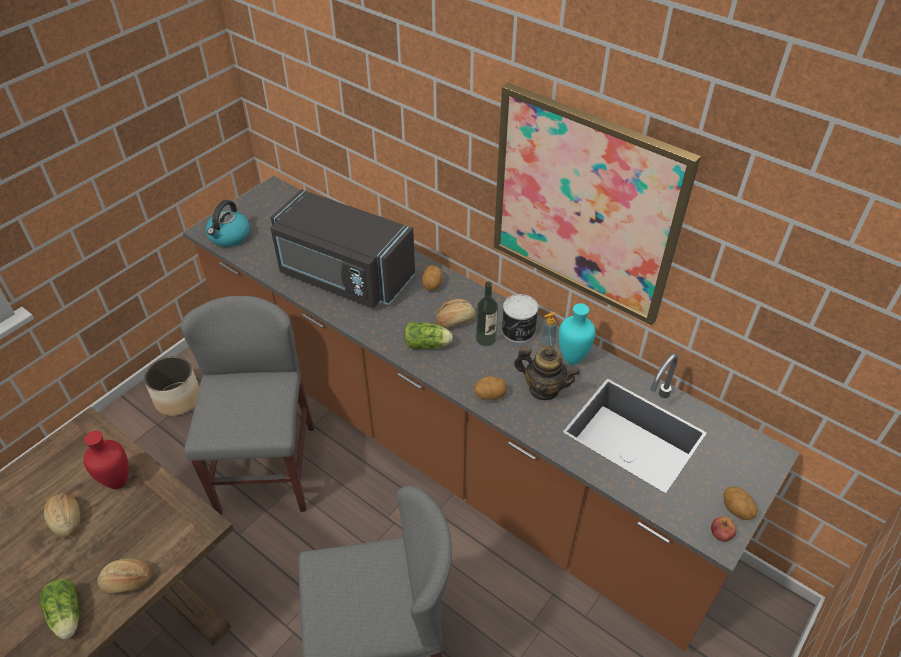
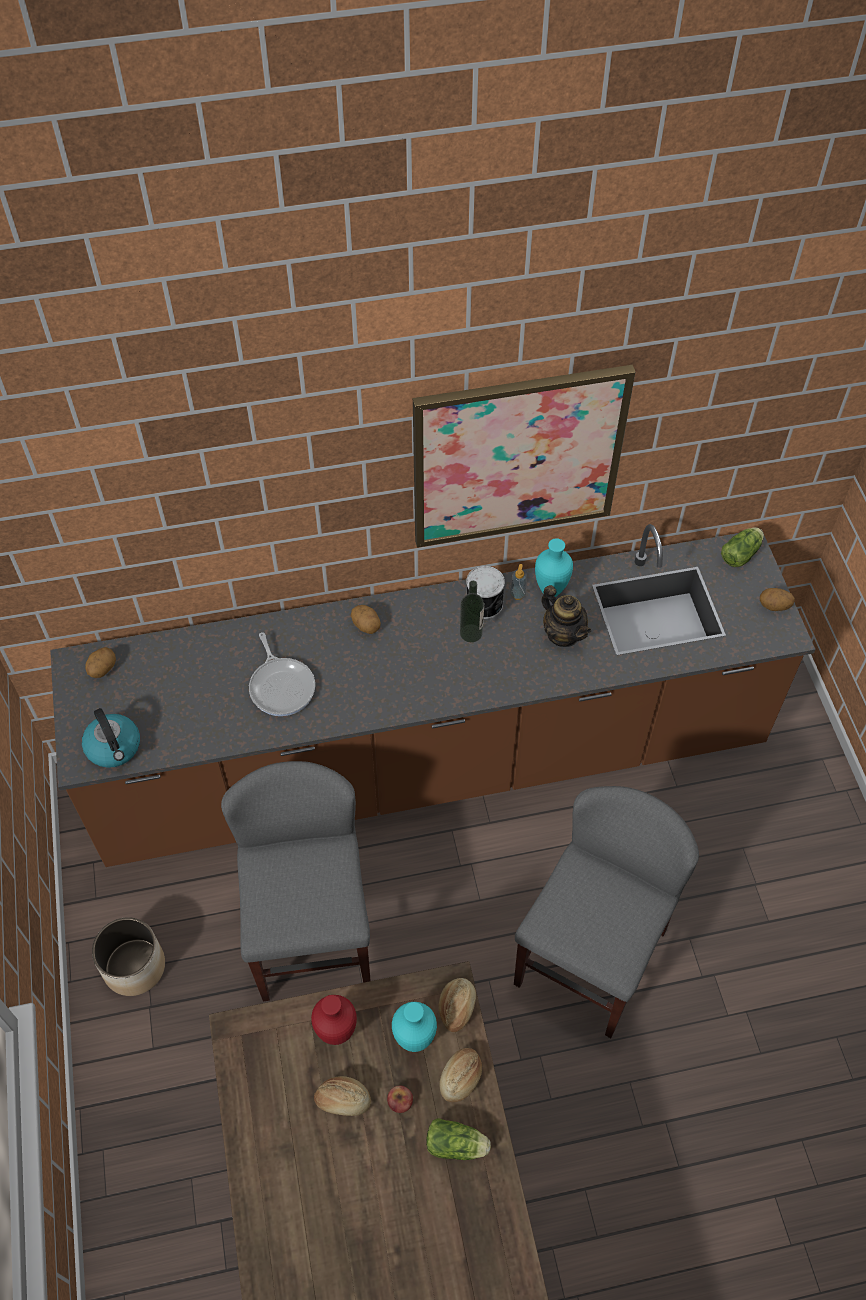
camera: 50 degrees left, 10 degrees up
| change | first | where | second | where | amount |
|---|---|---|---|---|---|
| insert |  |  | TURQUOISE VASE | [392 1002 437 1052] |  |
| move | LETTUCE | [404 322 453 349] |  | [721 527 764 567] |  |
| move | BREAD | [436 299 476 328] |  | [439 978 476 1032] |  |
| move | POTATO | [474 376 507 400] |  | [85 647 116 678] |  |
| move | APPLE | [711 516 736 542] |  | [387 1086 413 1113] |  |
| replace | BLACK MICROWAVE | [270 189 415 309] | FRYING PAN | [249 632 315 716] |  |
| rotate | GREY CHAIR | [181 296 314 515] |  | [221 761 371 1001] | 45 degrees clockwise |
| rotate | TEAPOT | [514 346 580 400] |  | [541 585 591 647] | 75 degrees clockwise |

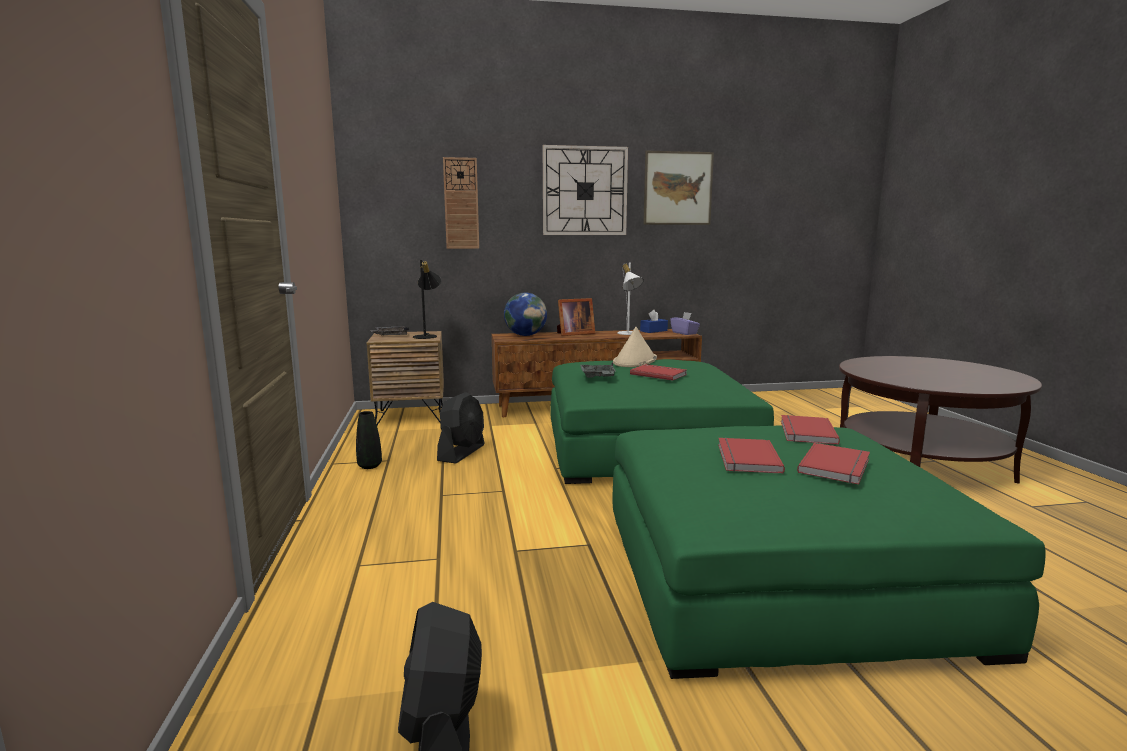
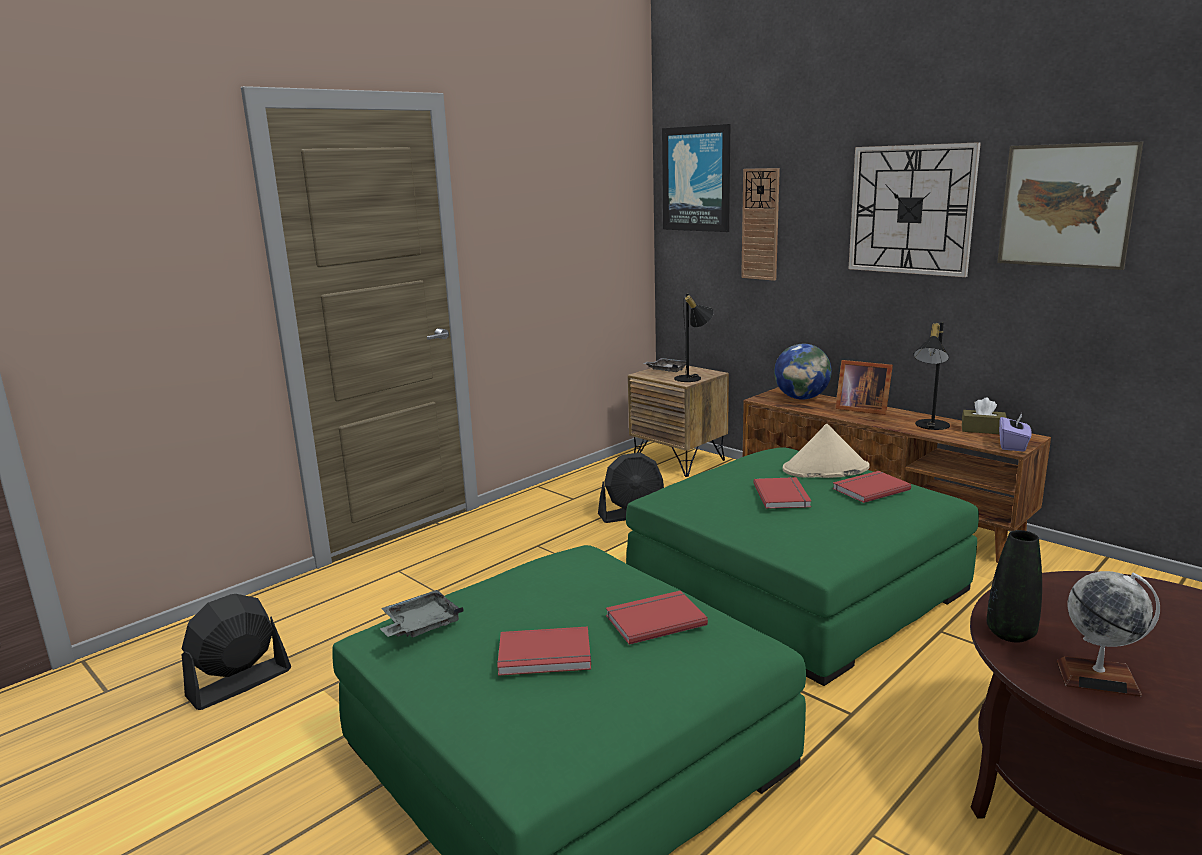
camera: 55 degrees right, 5 degrees up
| change | first | where | second | where | amount |
|---|---|---|---|---|---|
| insert |  |  | PICTURE | [662 124 730 232] |  |
| insert |  |  | GLOBE | [1057 571 1160 697] |  |
| move | BLACK VASE | [356 411 382 469] |  | [987 530 1042 642] |  |
| move | GREY TRAY | [580 362 616 378] |  | [380 590 464 637] |  |
| move | RED BOOK | [718 438 785 474] |  | [832 471 911 503] |  |
| recolor | WHITE TABLE LAMP | [617 262 644 335] | BLACK TABLE LAMP | [913 322 950 430] |  |
| recolor | BLUE TISSUE BOX | [640 310 668 333] | BROWN TISSUE BOX | [962 397 1007 434] |  |

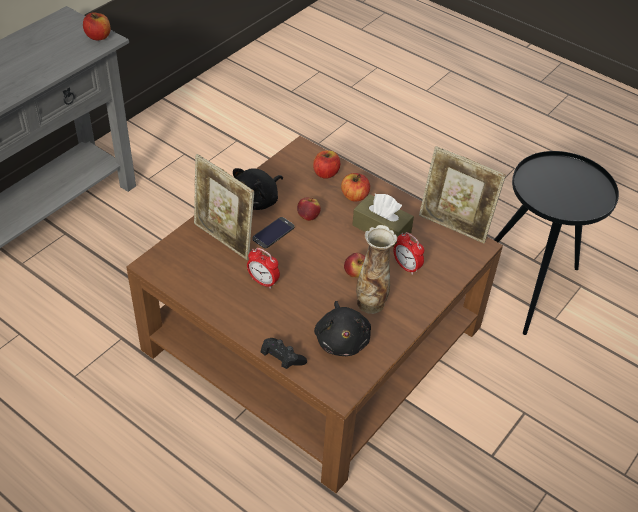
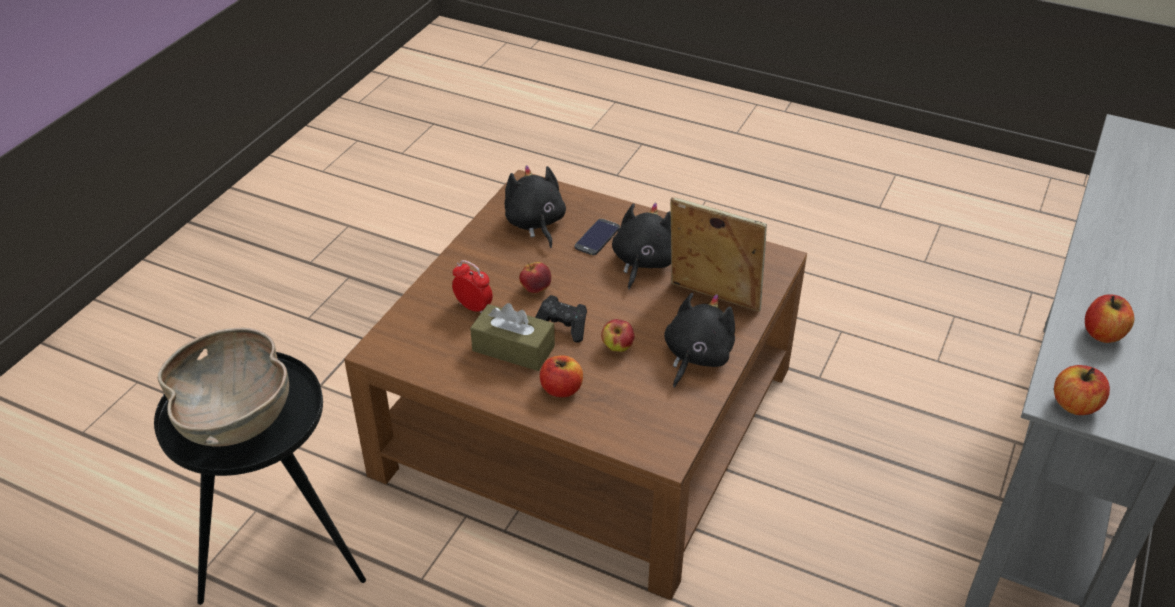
camera: 170 degrees right, 5 degrees down
| change | first | where | second | where | amount |
|---|---|---|---|---|---|
| delete | VASE | [356 225 397 314] |  |  |  |
| delete | PICTURE FRAME | [419 146 506 243] |  |  |  |
| insert |  |  | BROWN BOWL | [158 328 289 447] |  |
| move | PHONE | [252 217 295 248] |  | [575 219 620 255] |  |
| move | BLACK GAME CONTROLLER | [261 338 307 369] |  | [535 295 587 343] |  |
| move | APPLE | [313 150 340 179] |  | [1085 294 1134 343] |  |
| replace | ALARM CLOCK | [247 248 280 289] | BLACK PLUSH TOY | [612 203 671 290] |  |

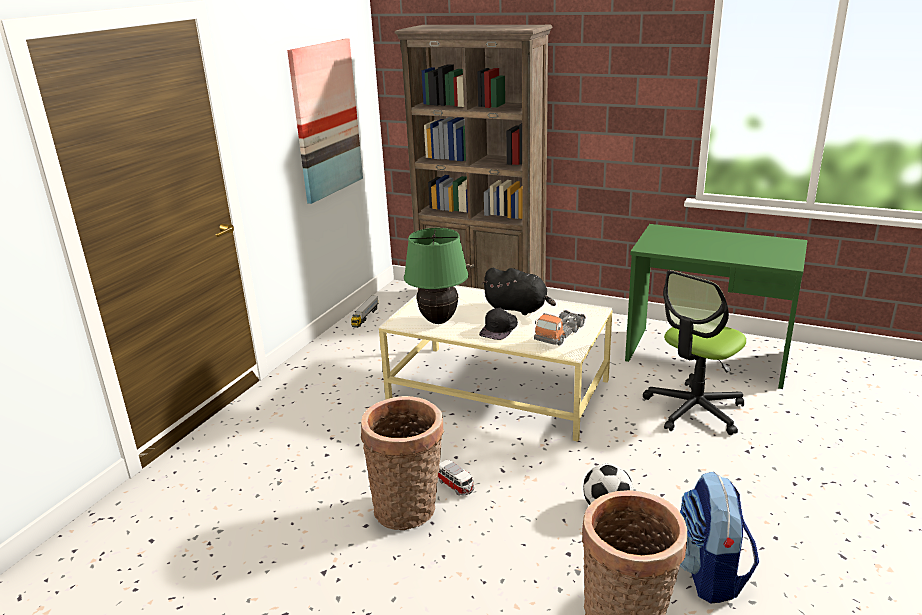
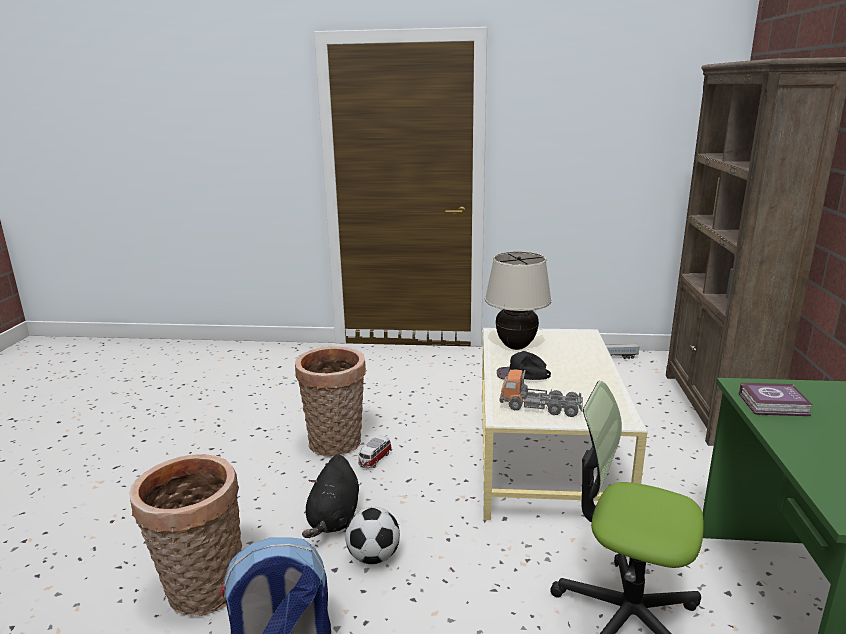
camera: 70 degrees right, 5 degrees down
| change | first | where | second | where | amount |
|---|---|---|---|---|---|
| delete | PICTURE | [287 39 363 204] |  |  |  |
| insert |  |  | BOOK | [739 383 813 416] |  |
| move | BLACK PLUSH TOY | [482 268 556 315] |  | [302 454 359 538] |  |
| recolor | GREEN TABLE LAMP | [404 228 469 324] | BEIGE TABLE LAMP | [485 252 552 350] |  |

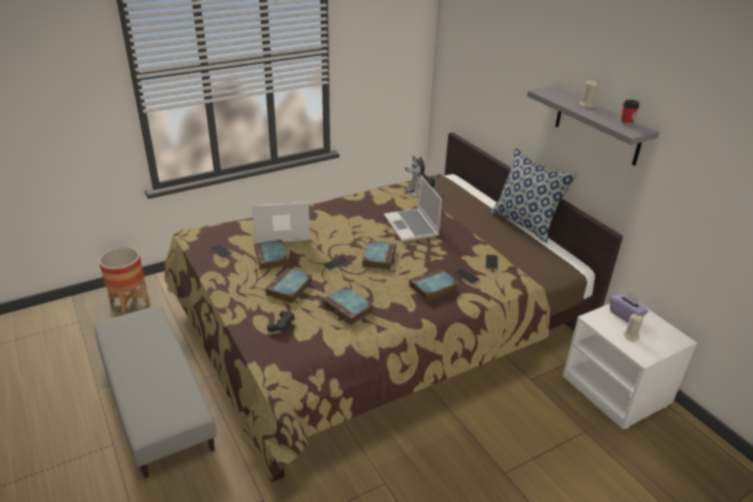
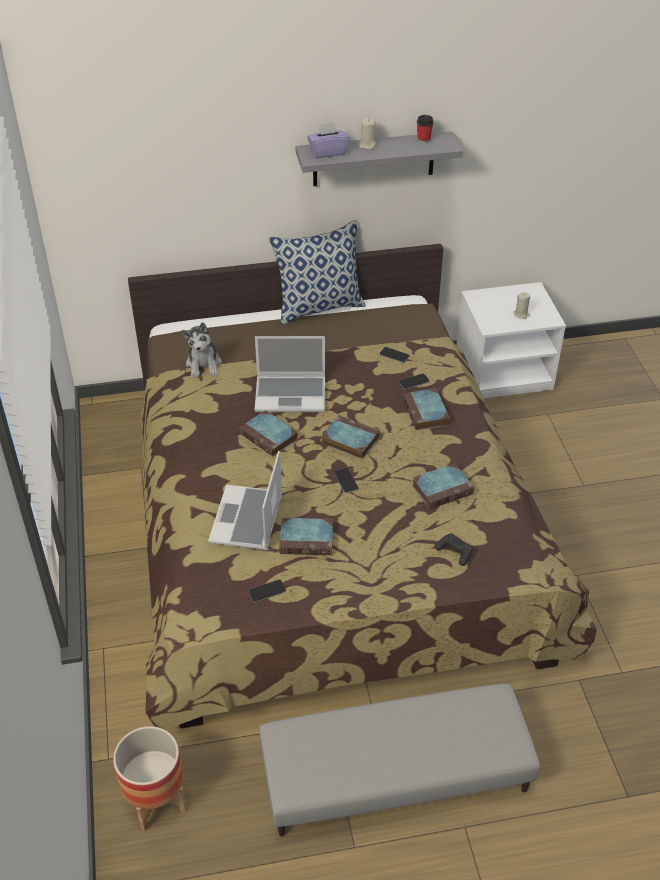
camera: 70 degrees left, 10 degrees up
| change | first | where | second | where | amount |
|---|---|---|---|---|---|
| move | BOOK | [265 268 312 303] |  | [240 410 298 457] |  |
| move | PURPLE TISSUE BOX | [610 291 648 323] |  | [307 123 350 158] |  |

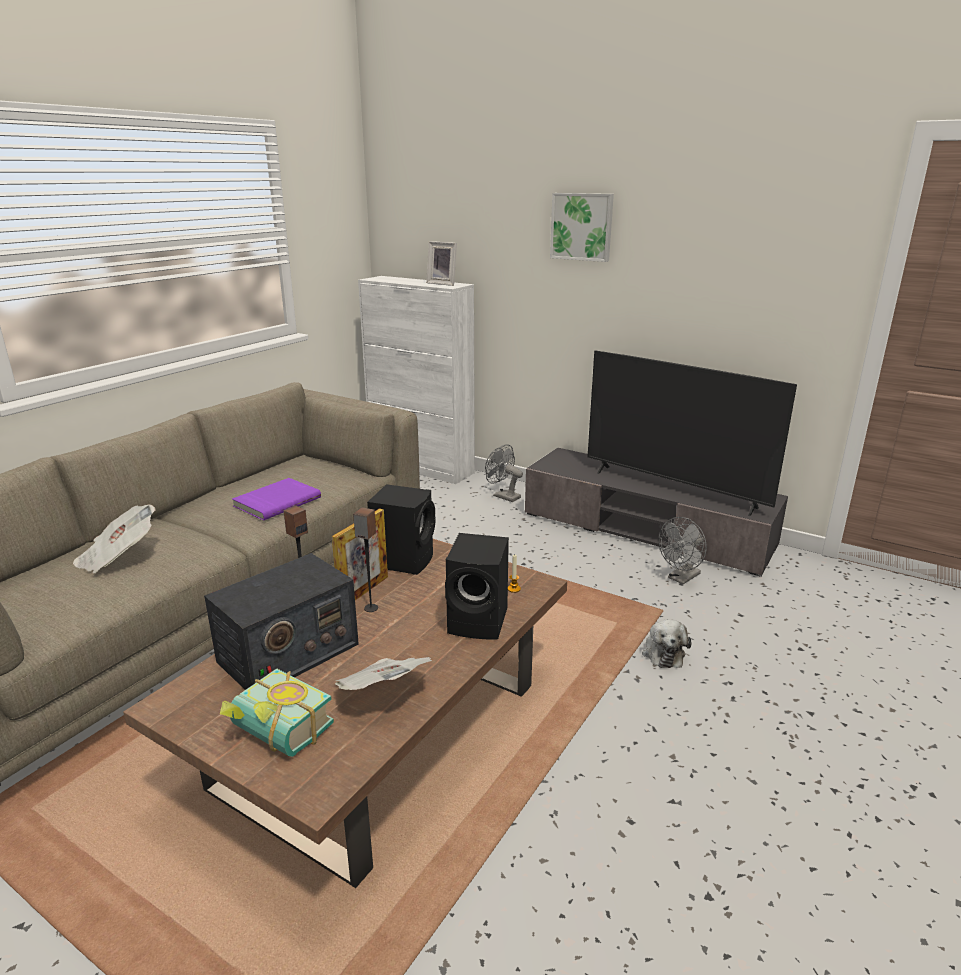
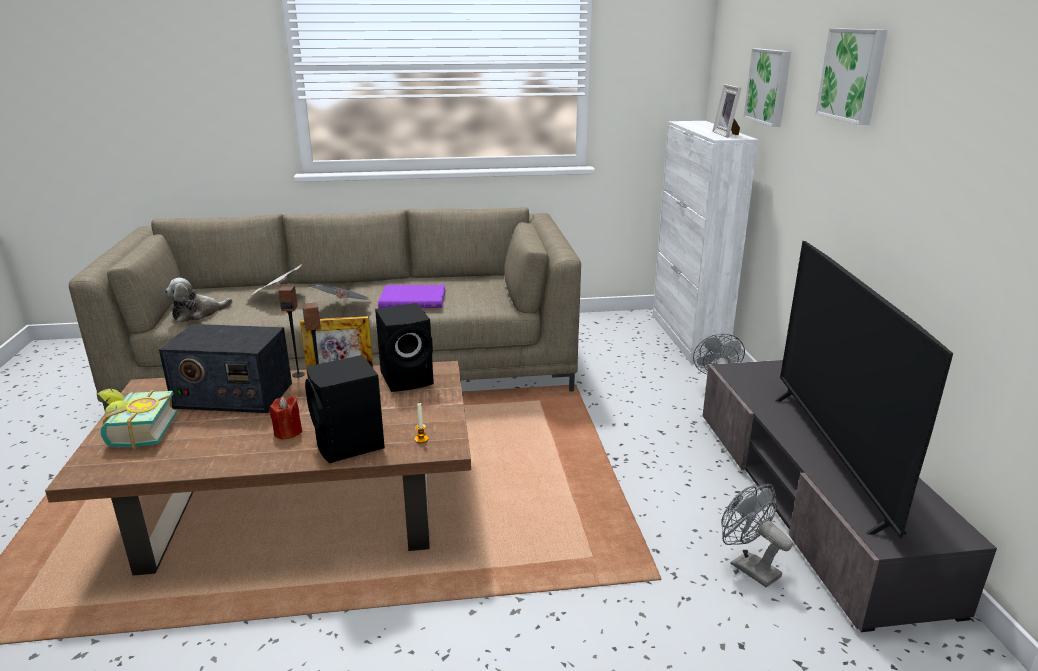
camera: 50 degrees right, 0 degrees up
| change | first | where | second | where | amount |
|---|---|---|---|---|---|
| insert |  |  | RED CANDLE | [269 396 302 440] |  |
| insert |  |  | PICTURE | [743 49 791 127] |  |
| move | NEWSPAPER | [335 657 432 690] |  | [307 285 370 300] |  |
| move | PLUSH TOY | [642 619 691 668] |  | [164 278 233 323] |  |
| rotate | GREY FAN | [659 517 707 584] |  | [721 484 793 587] | 45 degrees clockwise |

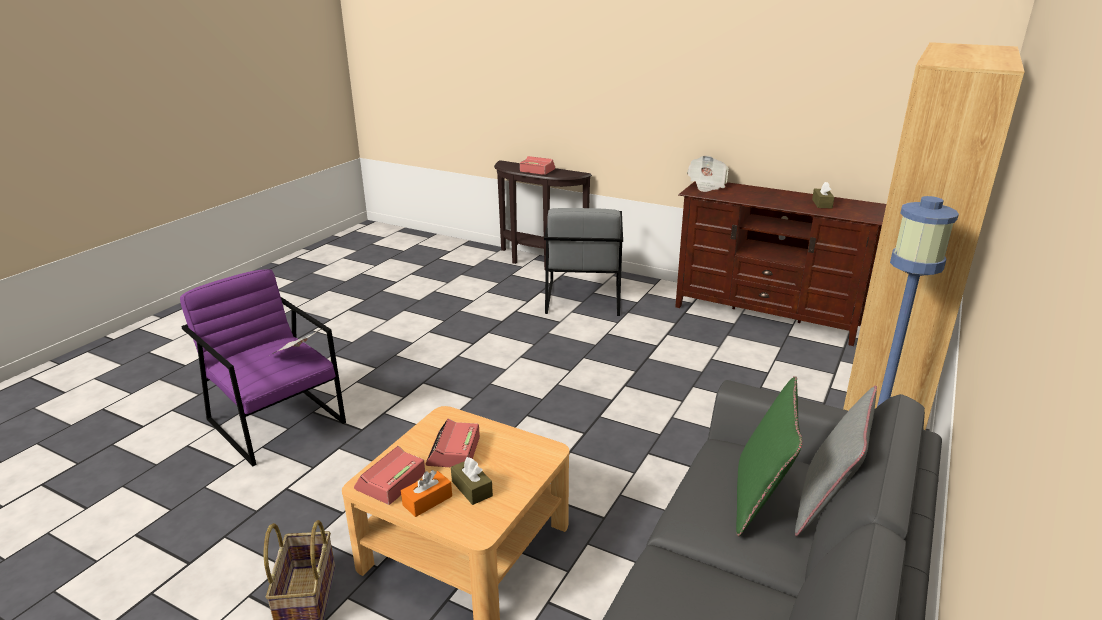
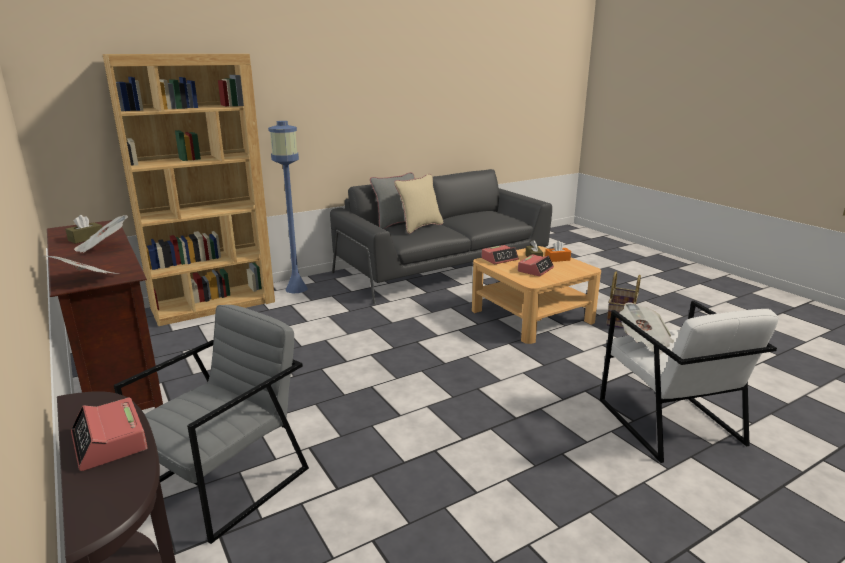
camera: 150 degrees left, 5 degrees down
| change | first | where | second | where | amount |
|---|---|---|---|---|---|
| insert |  |  | NEWSPAPER | [74 215 128 253] |  |
| move | ALARM CLOCK | [354 446 425 505] |  | [481 245 519 264] |  |
| recolor | PURPLE ARMCHAIR | [180 269 346 466] | WHITE ARMCHAIR | [600 301 779 463] |  |
| recolor | GREEN PILLOW | [736 376 802 536] | BEIGE PILLOW | [394 174 443 234] |  |

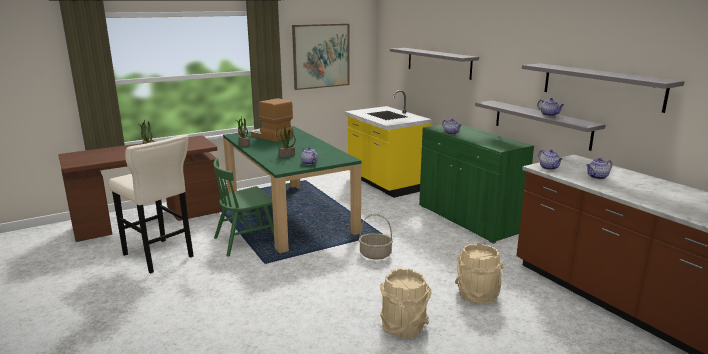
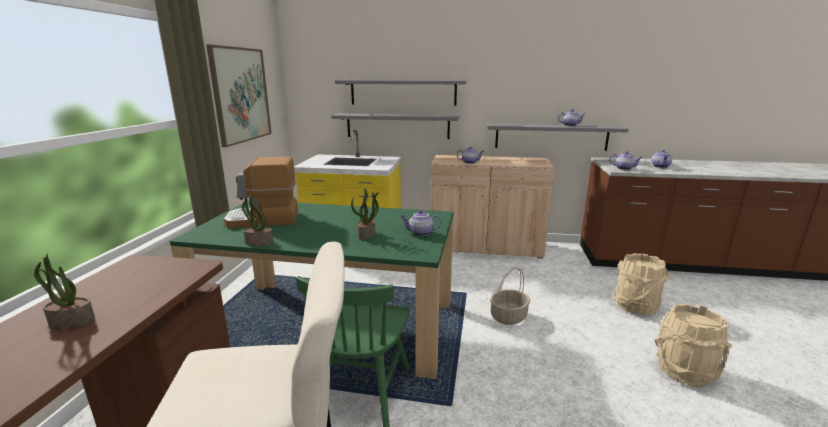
camera: 50 degrees left, 0 degrees up
| change | first | where | second | where | amount |
|---|---|---|---|---|---|
| move | GREY SHELF | [522 63 685 113] |  | [331 113 459 139] |  |
| recolor | GREEN CABINET | [419 124 534 244] | BEIGE CABINET | [431 155 554 259] |  |

